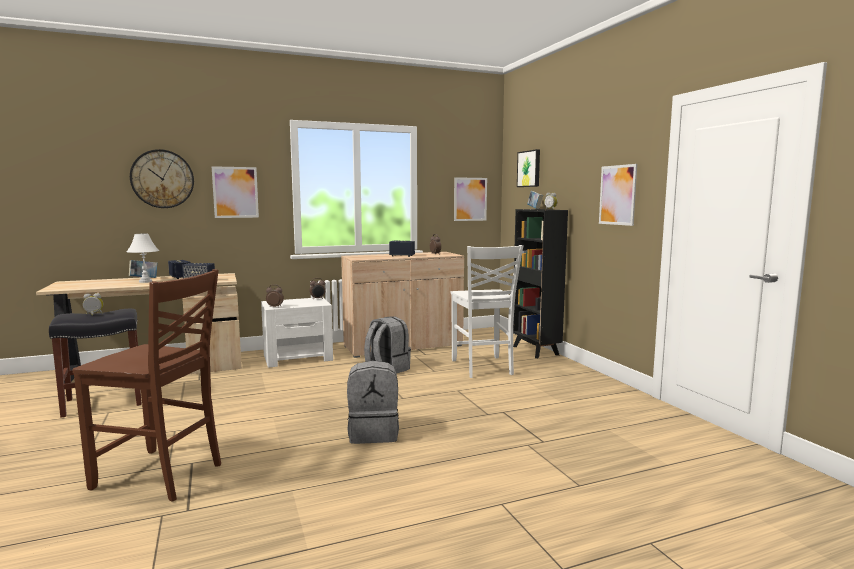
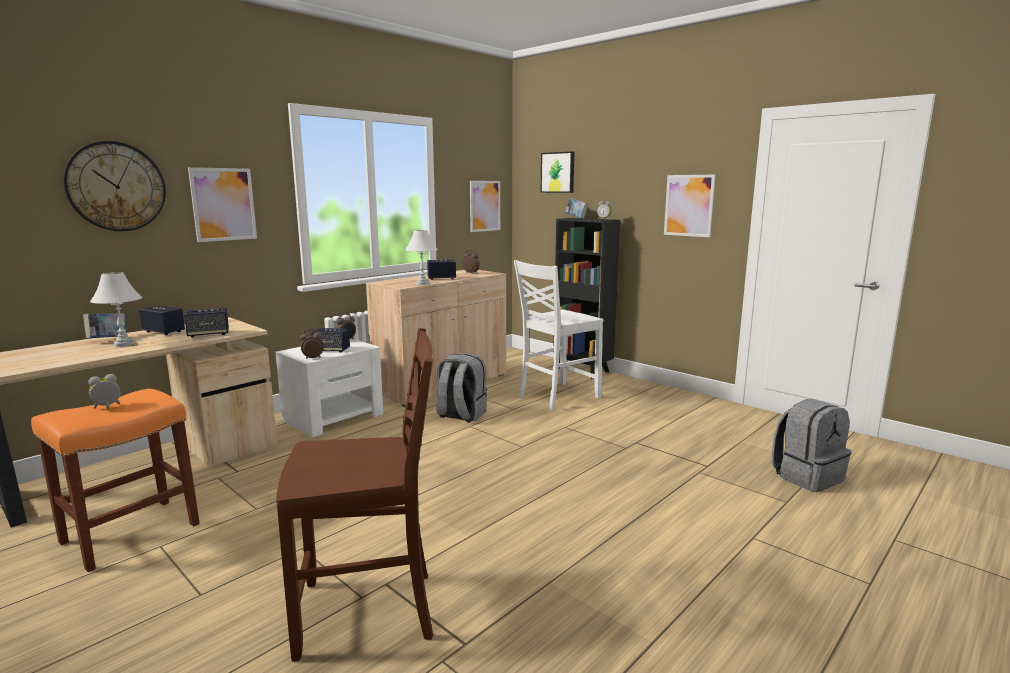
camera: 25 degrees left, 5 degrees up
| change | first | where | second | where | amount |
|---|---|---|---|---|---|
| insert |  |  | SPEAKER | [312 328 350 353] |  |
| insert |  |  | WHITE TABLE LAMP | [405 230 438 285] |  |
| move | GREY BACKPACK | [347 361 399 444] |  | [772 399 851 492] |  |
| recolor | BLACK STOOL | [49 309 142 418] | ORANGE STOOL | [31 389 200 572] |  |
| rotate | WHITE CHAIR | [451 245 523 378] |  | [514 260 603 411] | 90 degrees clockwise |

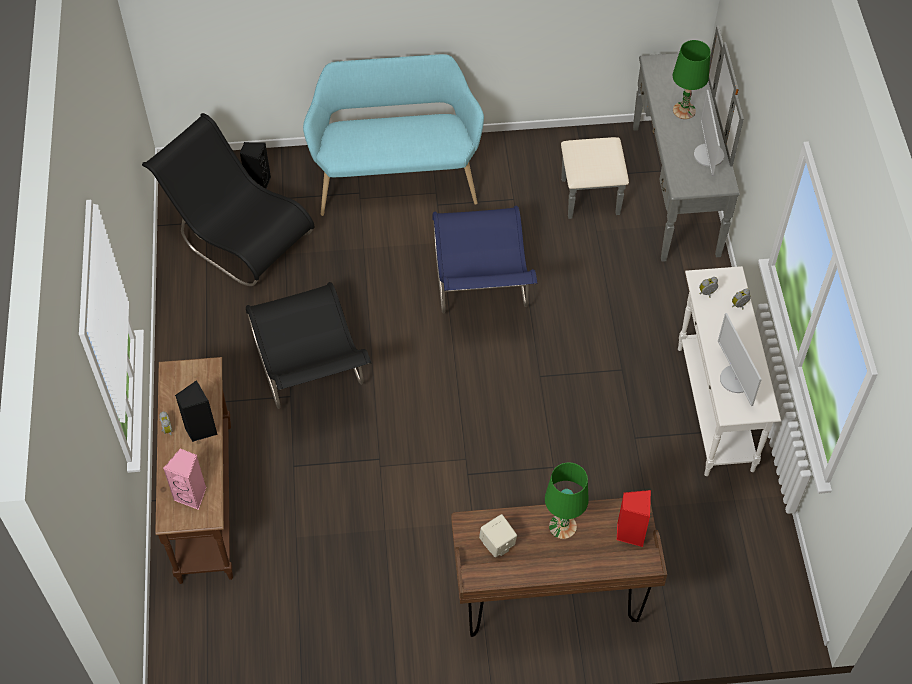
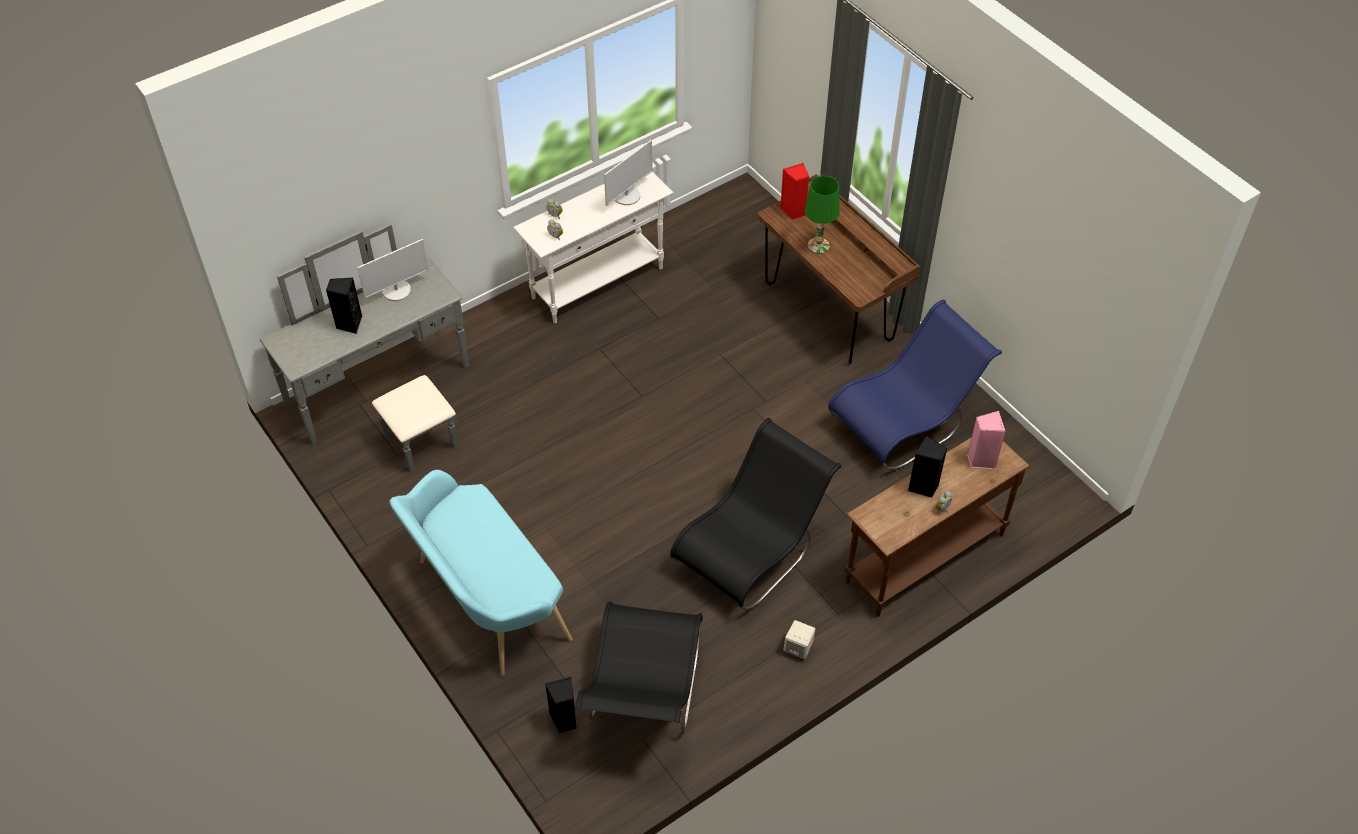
camera: 120 degrees left, 5 degrees down
| change | first | where | second | where | amount |
|---|---|---|---|---|---|
| move | BLUE CHAIR | [432 206 537 314] |  | [828 300 1002 470] |  |
| move | BEIGE SPEAKER | [479 514 517 557] |  | [783 620 815 659] |  |
| replace | GREEN TABLE LAMP | [673 40 711 119] | BLACK SPEAKER | [326 277 362 334] |  |

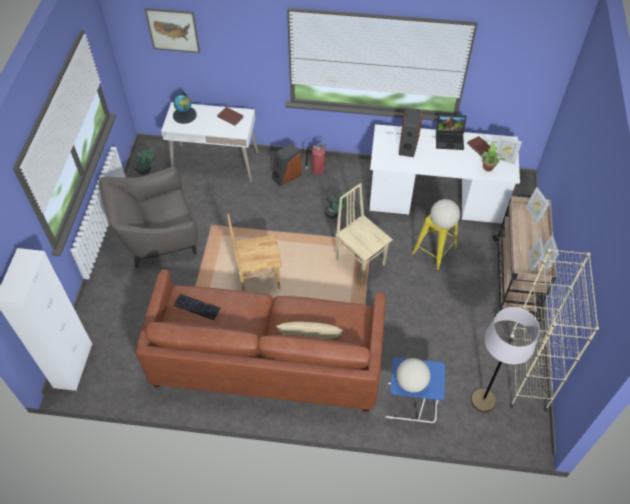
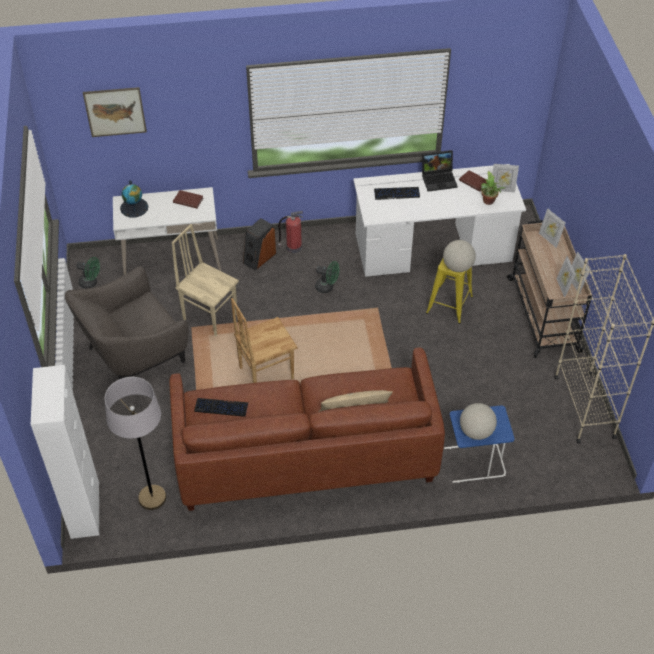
camera: 15 degrees left, 5 degrees down
| change | first | where | second | where | amount |
|---|---|---|---|---|---|
| move | BEIGE CHAIR | [336 183 392 282] |  | [172 224 239 336] |  |
| move | GREY FLOOR LAMP | [471 307 540 412] |  | [105 377 167 510] |  |
| replace | SPEAKER | [399 108 423 157] | KEYBOARD | [374 187 420 200] |  |

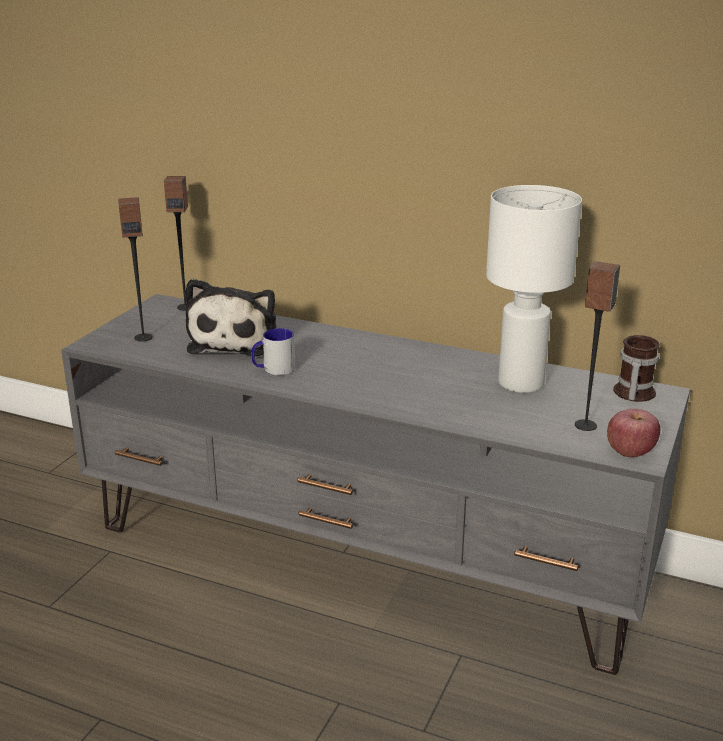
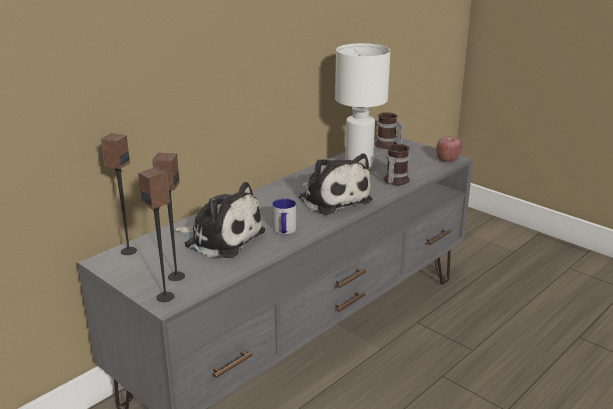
camera: 70 degrees left, 0 degrees up
| change | first | where | second | where | amount |
|---|---|---|---|---|---|
| insert |  |  | PLUSH TOY | [299 153 372 215] |  |
| insert |  |  | MUG | [384 144 410 185] |  |
| move | SPEAKER | [575 261 620 431] |  | [138 167 174 302] |  |

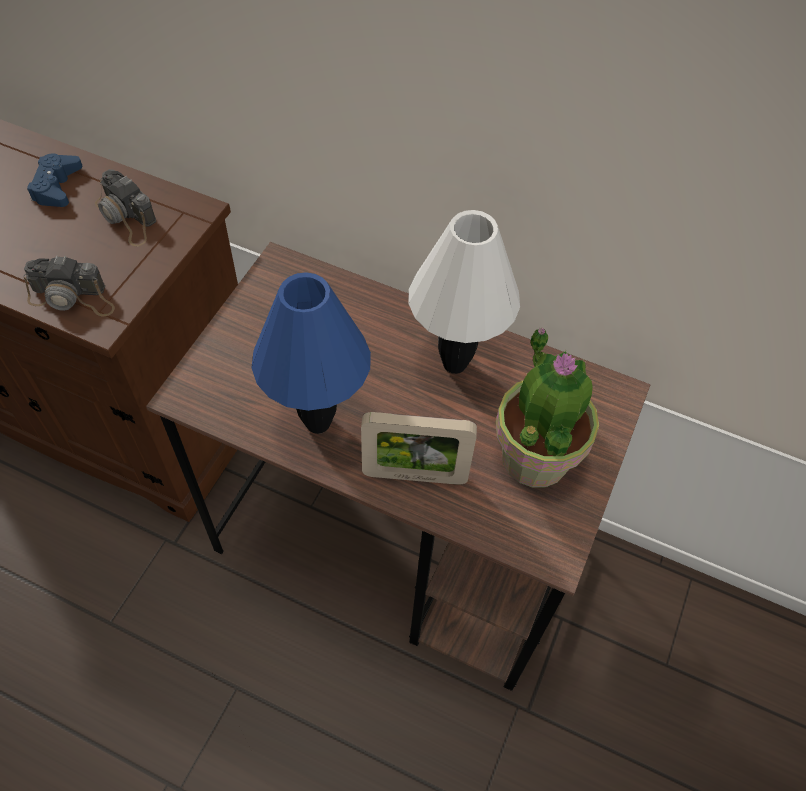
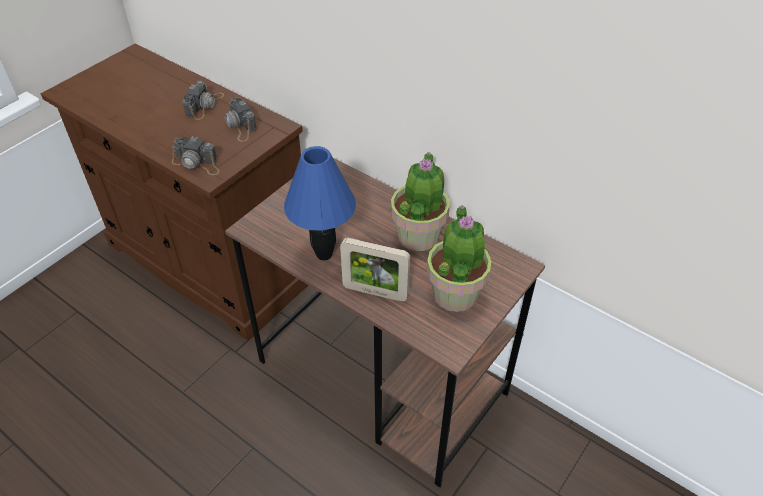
camera: 15 degrees right, 10 degrees down
| change | first | where | second | where | amount |
|---|---|---|---|---|---|
| replace | BLUE GAME CONTROLLER | [27 153 82 207] | PHOTO CAMERA | [182 81 224 120] |  |
| replace | WHITE TABLE LAMP | [409 210 520 374] | POTTED PLANT | [391 152 450 251] |  |

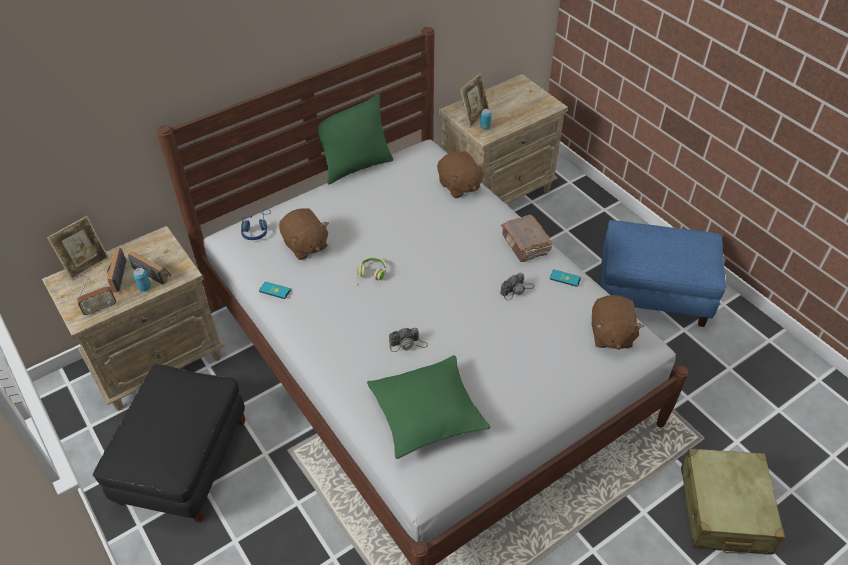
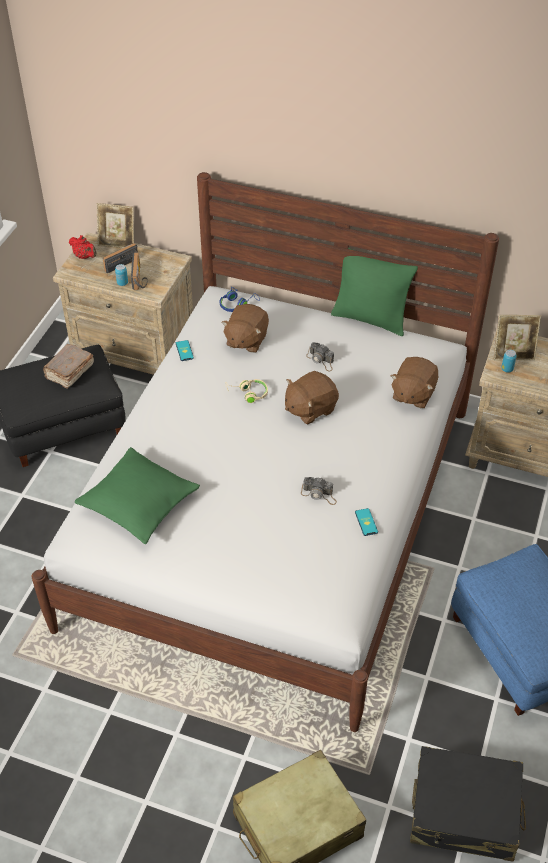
camera: 55 degrees right, 0 degrees up
| change | first | where | second | where | amount |
|---|---|---|---|---|---|
| delete | RADIO | [77 279 116 315] |  |  |  |
| insert |  |  | RED TEAPOT | [69 235 97 259] |  |
| insert |  |  | BLACK SUITCASE | [410 746 526 861] |  |
| move | PHOTO CAMERA | [389 328 428 352] |  | [306 342 334 371] |  |
| move | BROWN BOOK | [501 215 552 262] |  | [43 343 94 389] |  |
| move | BROWN PLUSH TOY | [592 295 644 350] |  | [285 371 339 425] |  |

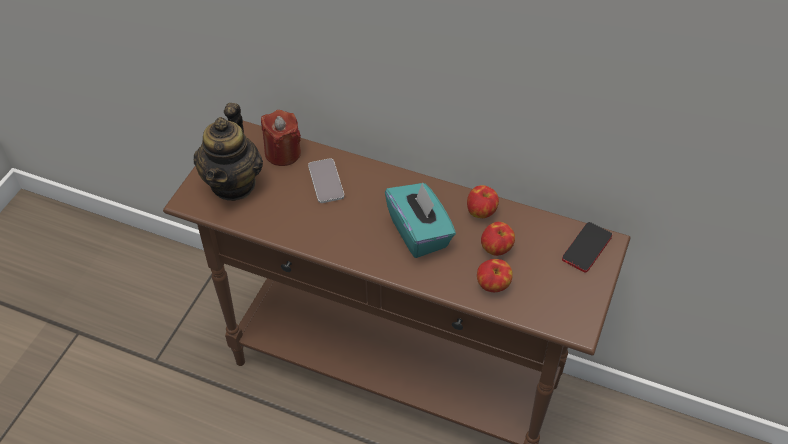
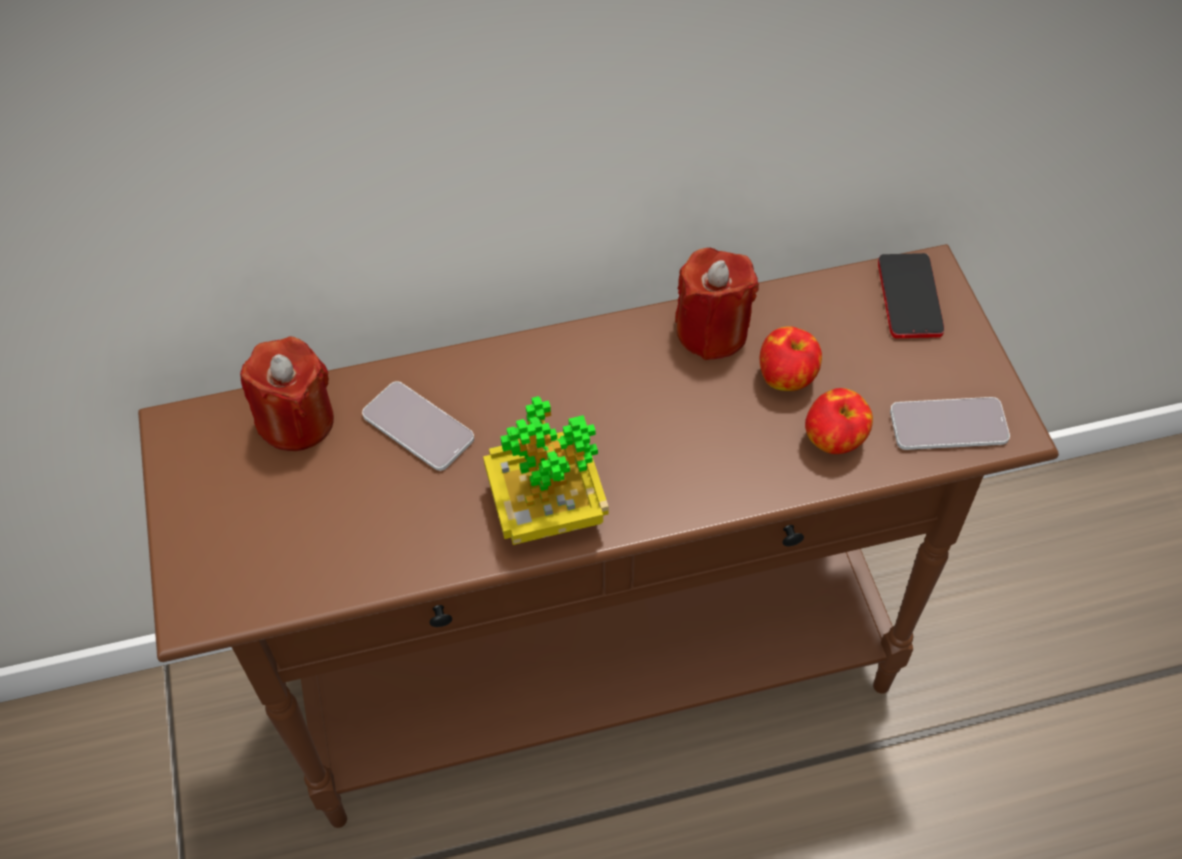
camera: 35 degrees left, 5 degrees up
| change | first | where | second | where | amount |
|---|---|---|---|---|---|
| delete | TEAPOT | [194 103 263 201] |  |  |  |
| delete | TURQUOISE TISSUE BOX | [385 182 456 258] |  |  |  |
| insert |  |  | POTTED PLANT | [483 396 609 545] |  |
| insert |  |  | PHONE | [890 397 1010 450] |  |
| replace | APPLE | [467 185 499 218] | RED CANDLE | [675 248 759 360] |  |

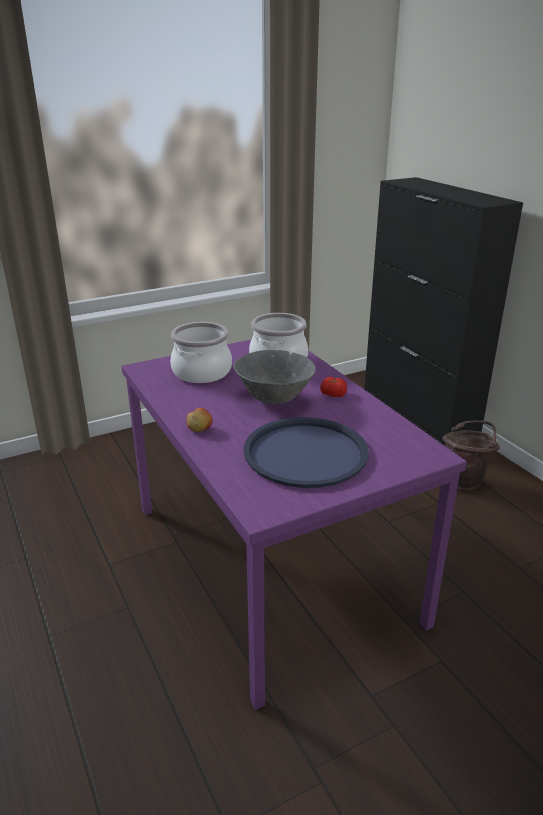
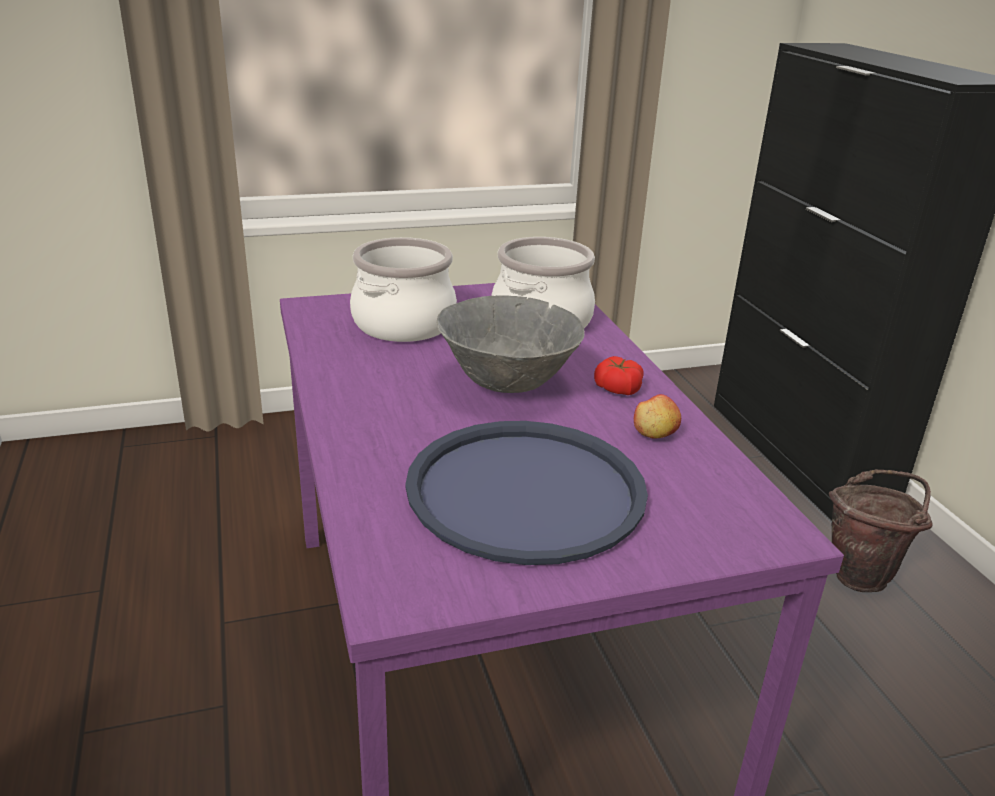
camera: 10 degrees right, 0 degrees up
| change | first | where | second | where | amount |
|---|---|---|---|---|---|
| move | APPLE | [187 407 213 432] |  | [634 394 681 439] |  |

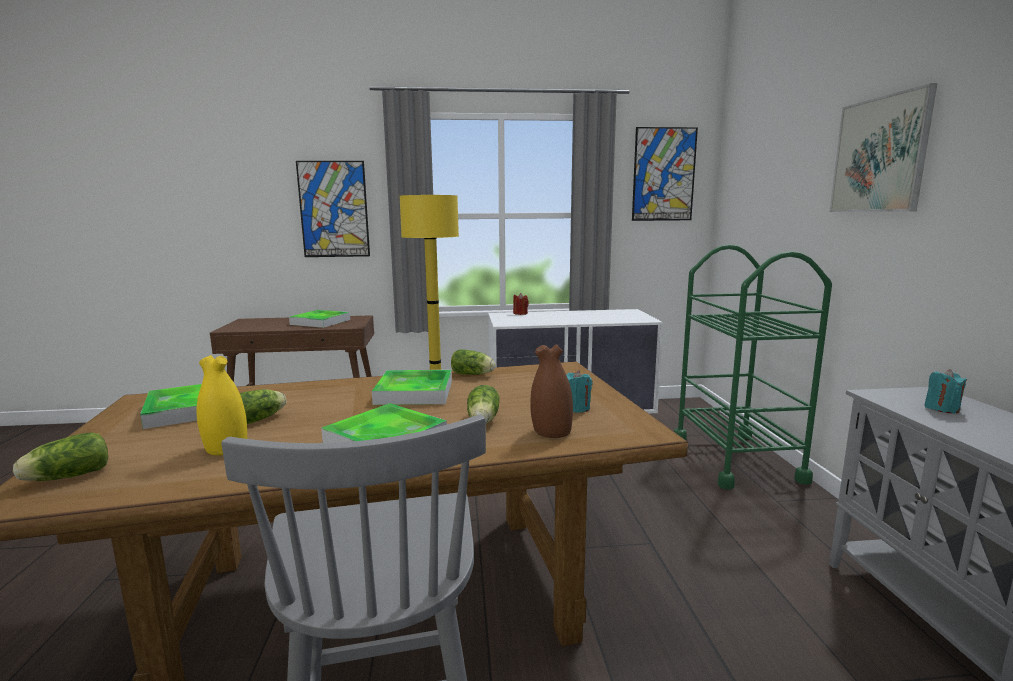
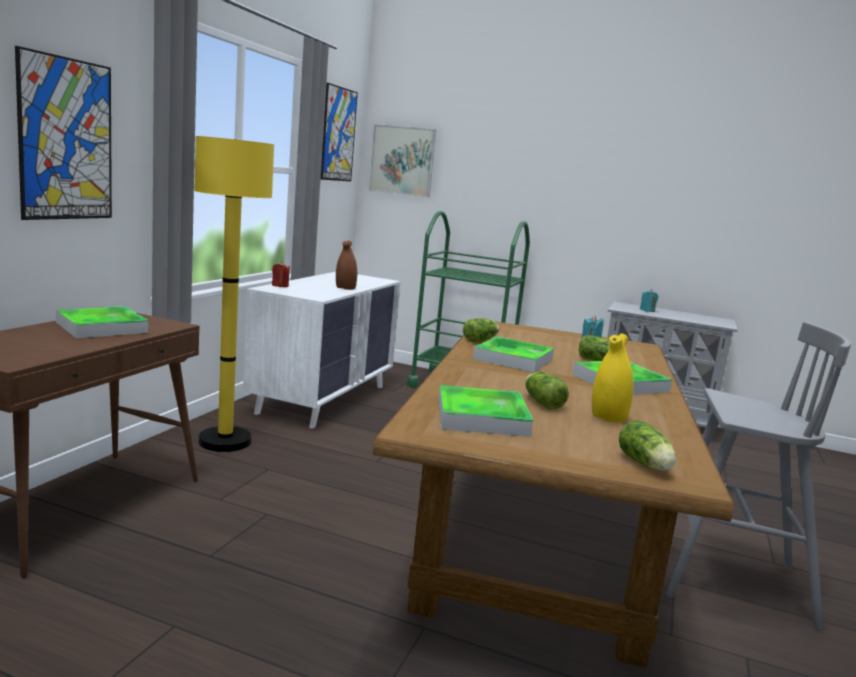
camera: 65 degrees left, 0 degrees up
| change | first | where | second | where | amount |
|---|---|---|---|---|---|
| move | BROWN VASE | [530 344 573 438] |  | [336 240 357 290] |  |
| move | PICTURE | [829 83 937 212] |  | [369 124 436 197] |  |

